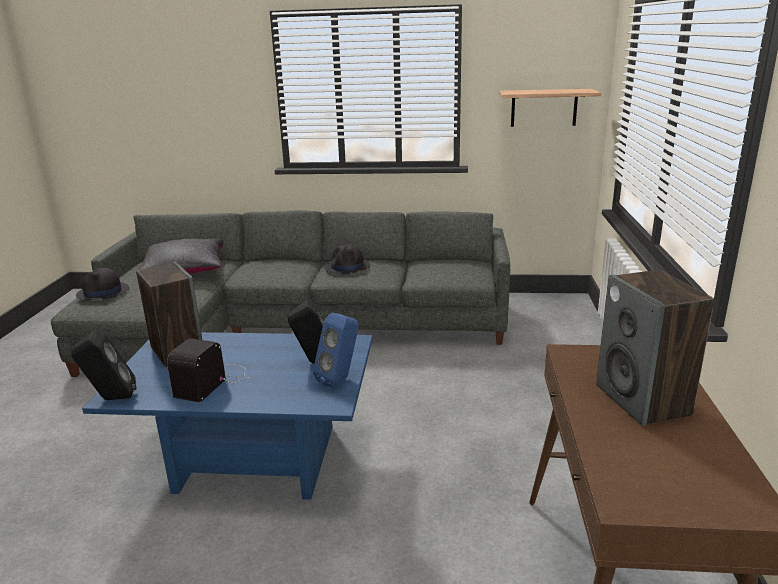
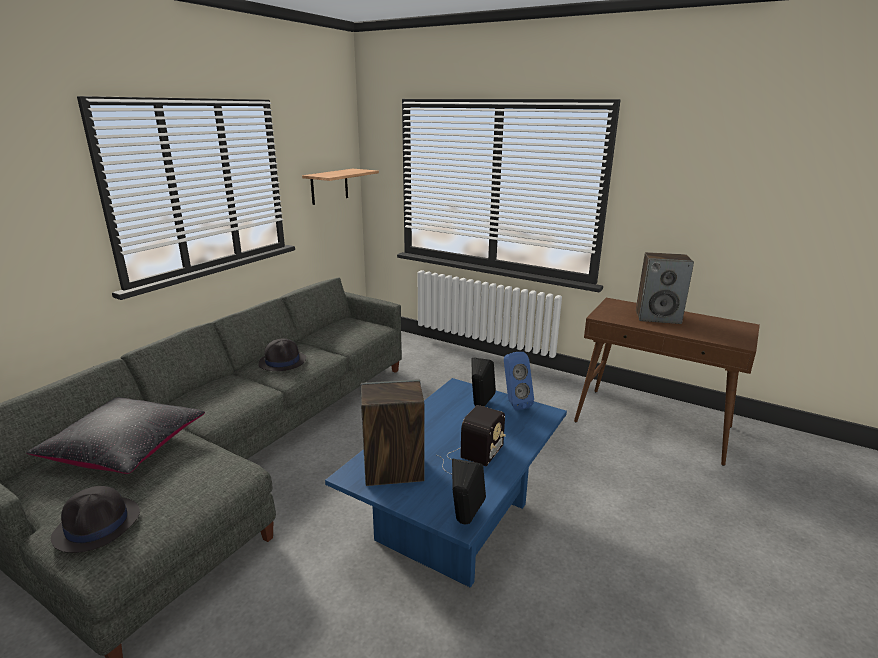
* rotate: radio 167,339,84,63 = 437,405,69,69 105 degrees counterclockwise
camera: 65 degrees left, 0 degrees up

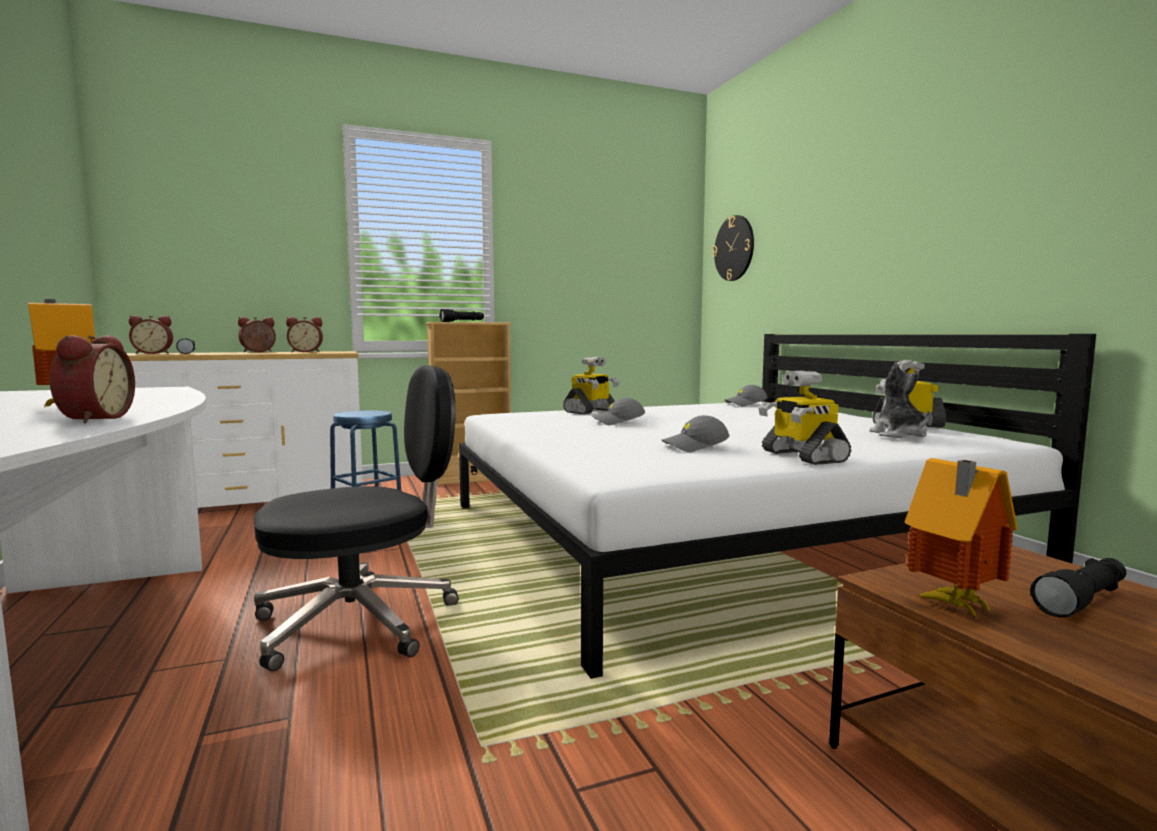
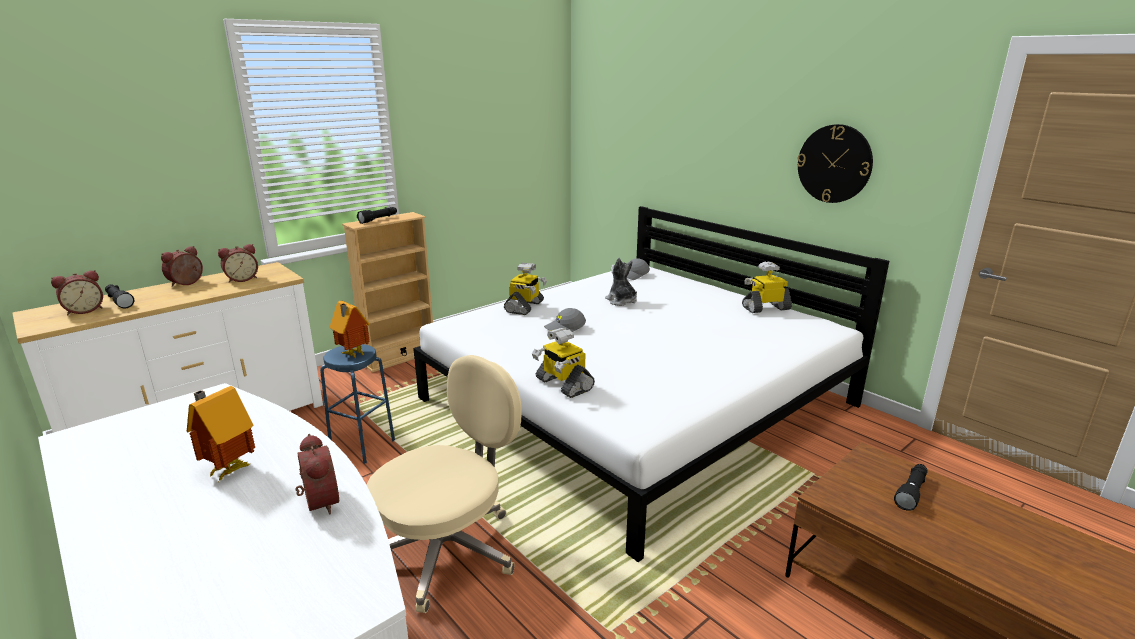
* delete: casquette (gris) 662,415,68,37
* move: horloge murale 713,215,41,66 to 797,124,76,79
* move: robot jouet 758,371,93,94 to 532,328,63,70
* move: peluche 869,362,60,76 to 605,258,32,48
* move: maison miniature 904,458,114,161 to 330,301,40,57
* recolor: chaise de bureau (noir) 254,365,205,306 to chaise de bureau (beige) 367,355,155,258
camera: 20 degrees left, 15 degrees up

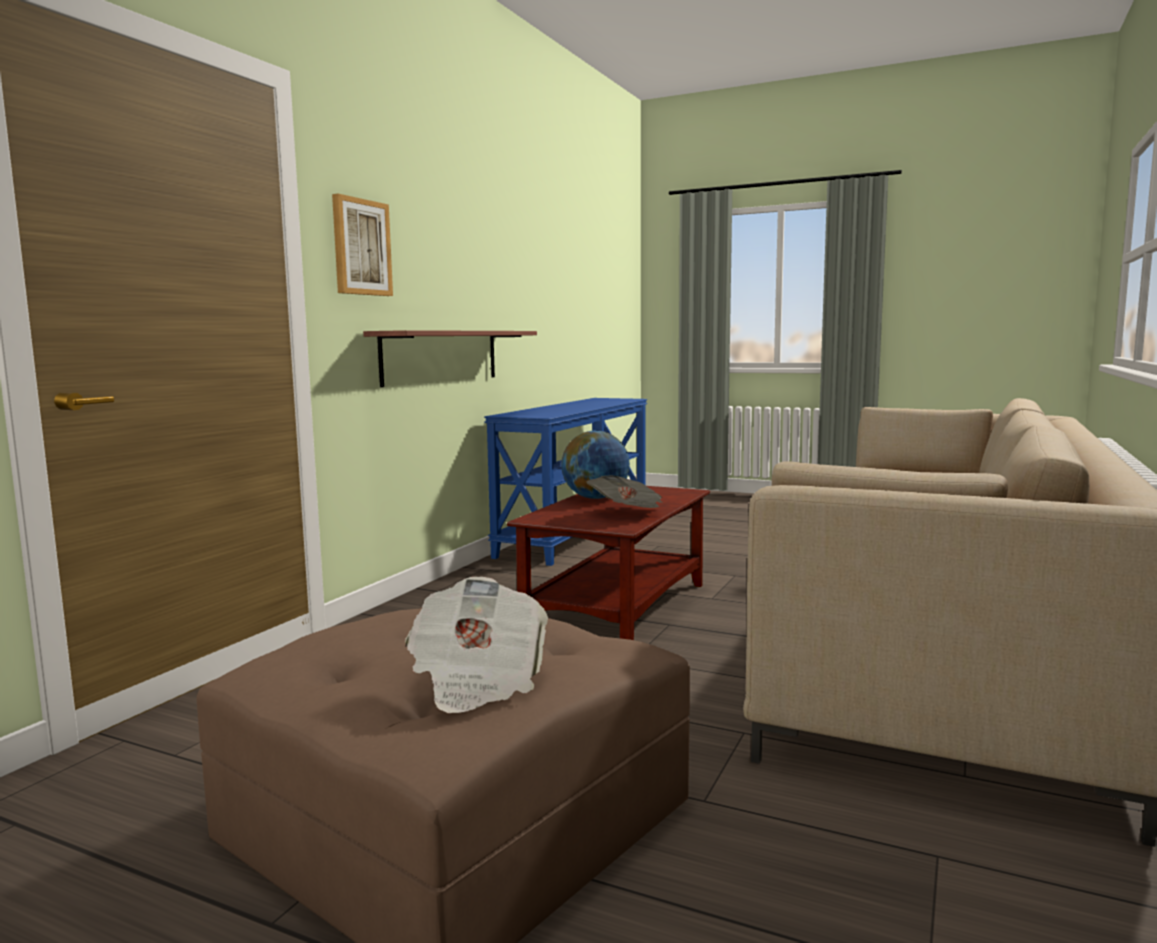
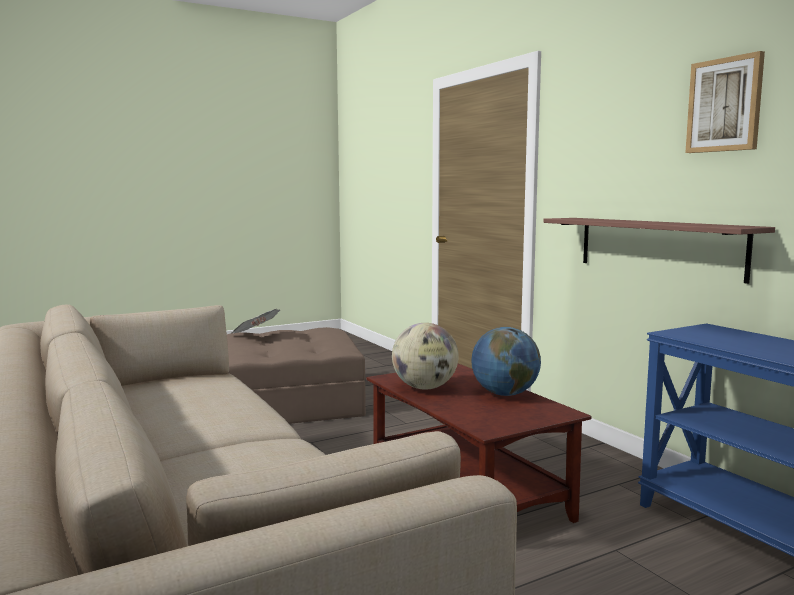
* move: tableau 332,194,61,102 to 685,51,80,102
* replace: journal 586,476,77,32 to globe 392,323,66,67
camera: 125 degrees right, 0 degrees up

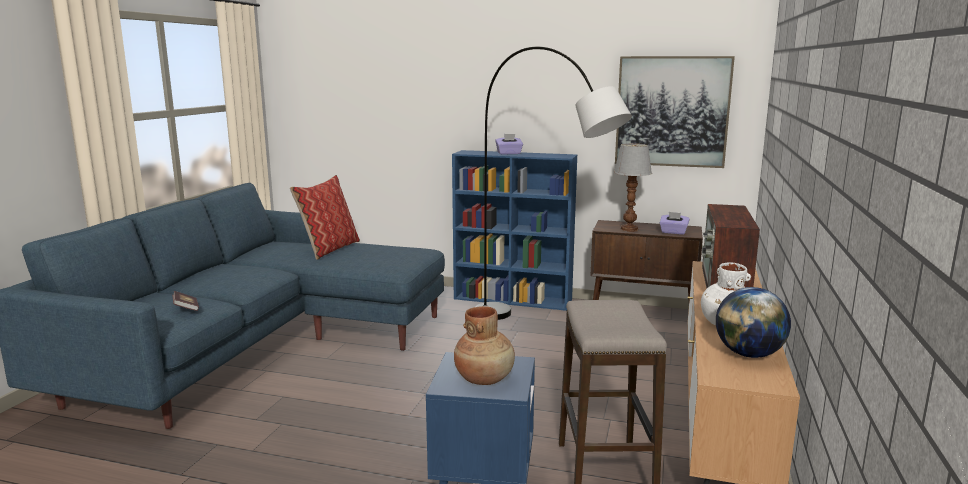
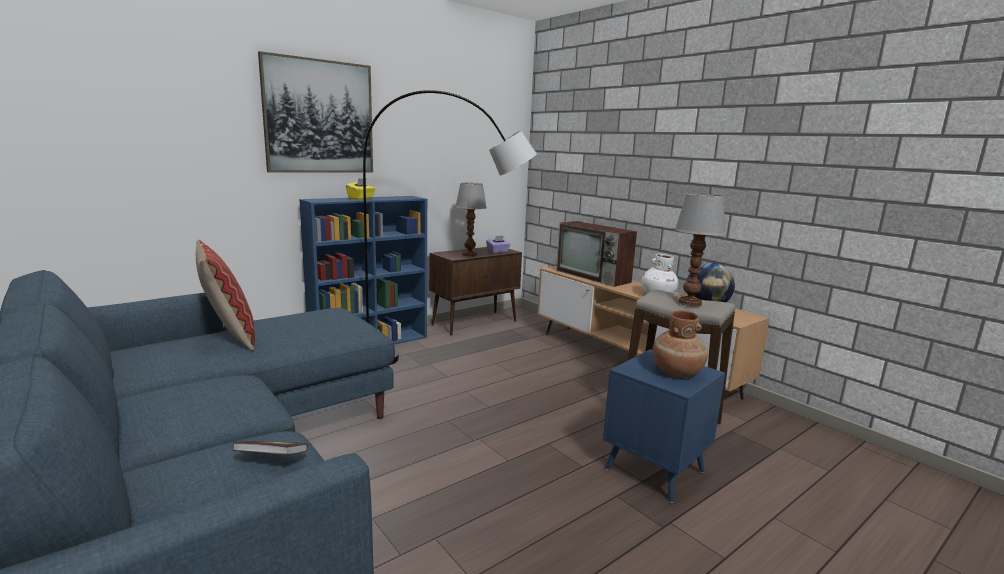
* insert: lampe de table 675,193,51,114
* move: tableau 615,56,120,112 to 258,51,115,121
* recolor: boîte à mouchoirs (violet) 495,134,28,21 to boîte à mouchoirs (jaune) 346,178,29,22
camera: 55 degrees left, 0 degrees up

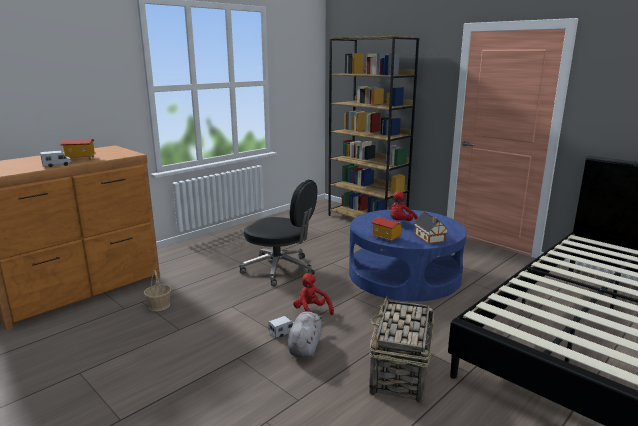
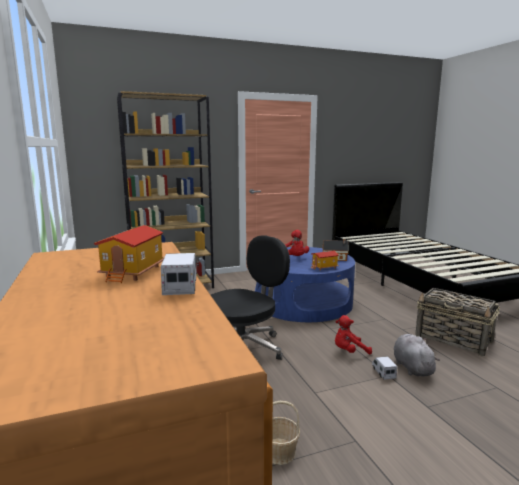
* rotate: peluche (gris) 287,311,35,46 = 394,334,46,42 45 degrees clockwise
camera: 65 degrees left, 5 degrees down

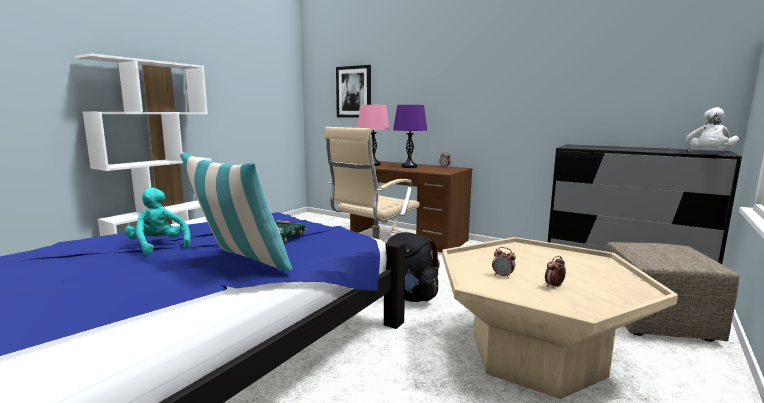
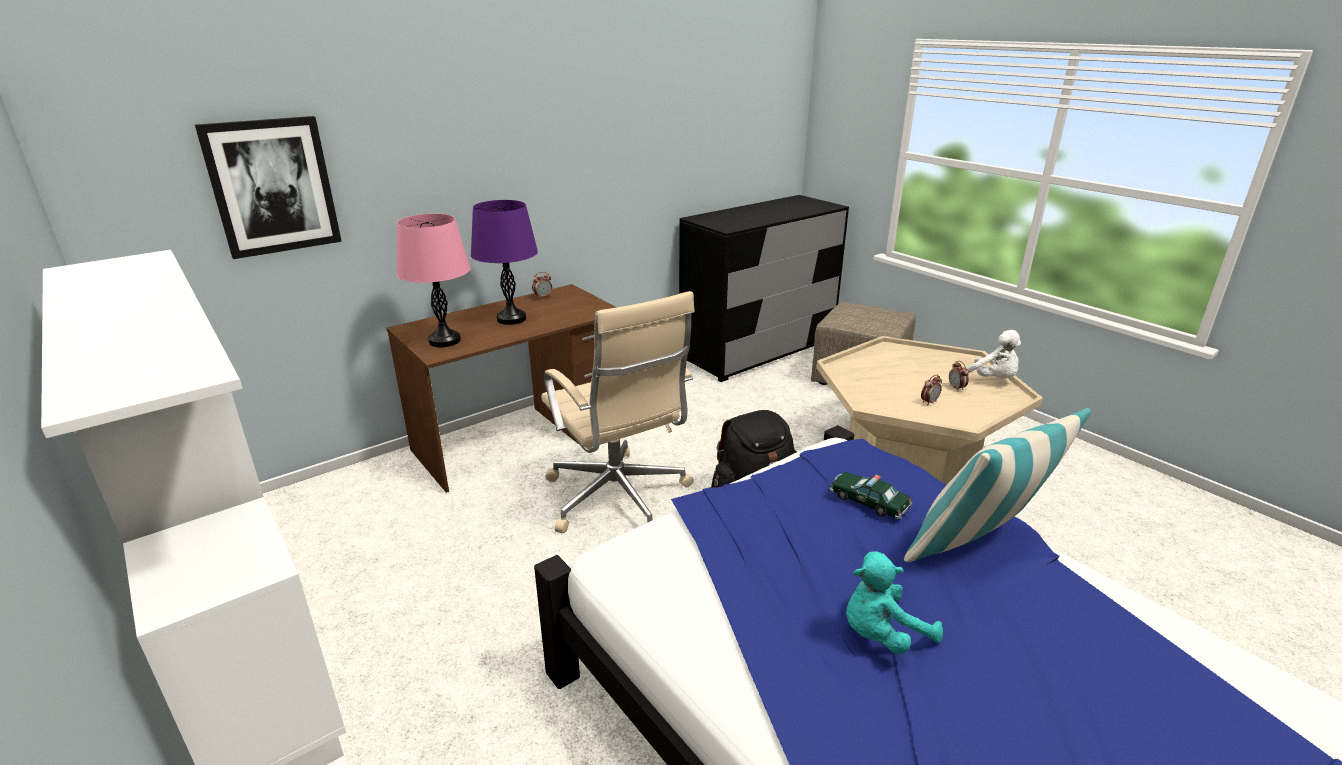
* move: peluche (blanc) 686,107,53,45 to 963,330,58,48
camera: 70 degrees left, 15 degrees up

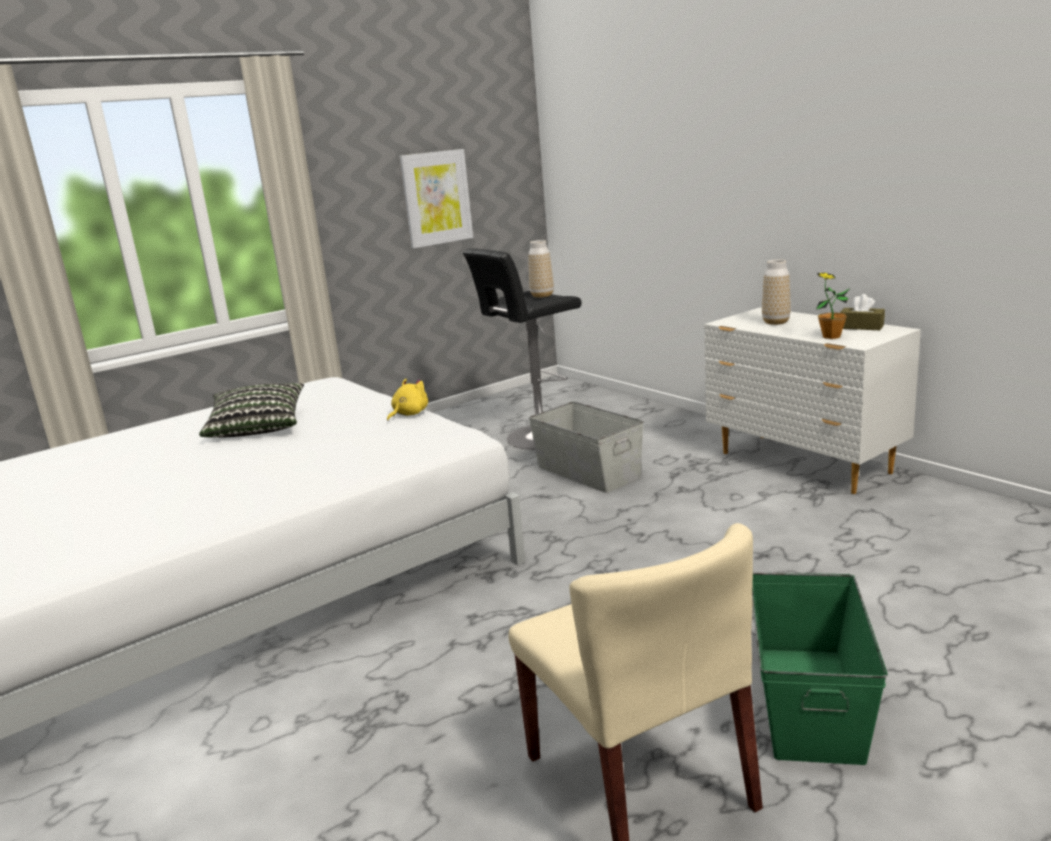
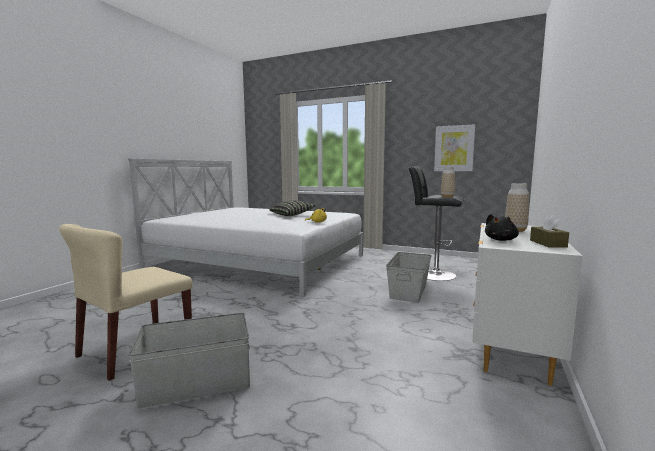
* replace: plante en pot 816,273,34,66 to peluche (noir) 485,214,34,27
* recolor: boîte de rangement (vert) 752,572,136,193 to boîte de rangement (gris) 128,313,122,96
camera: 60 degrees right, 10 degrees down

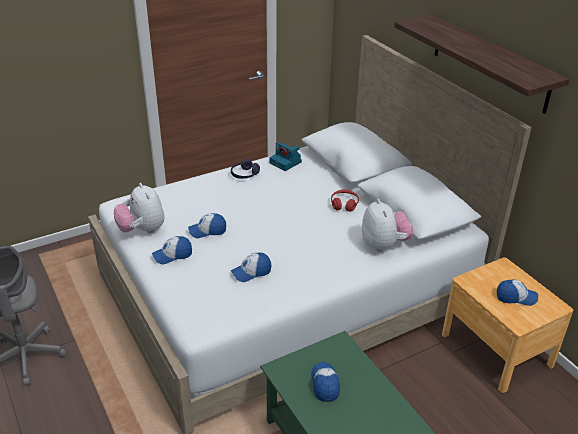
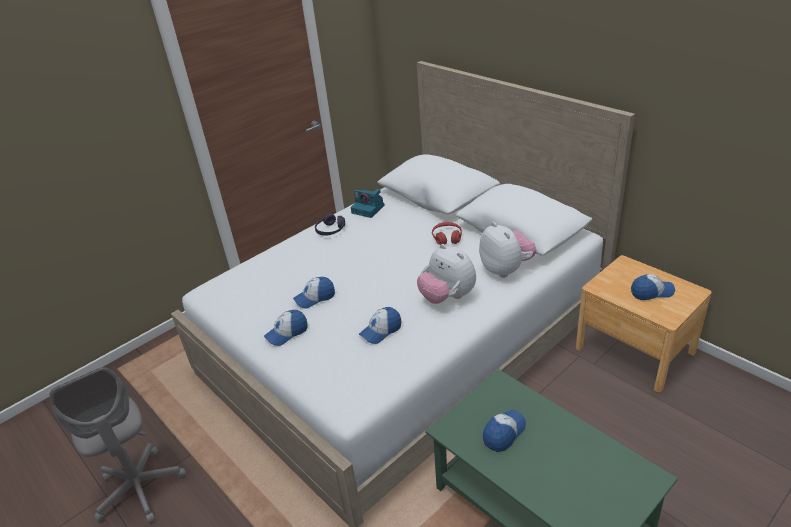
* delete: étagère 394,14,175,100
* move: peluche 114,183,50,50 to 417,244,59,60
* rotate: casquette 311,362,29,40 = 483,410,43,42 60 degrees clockwise
camera: 10 degrees left, 0 degrees up

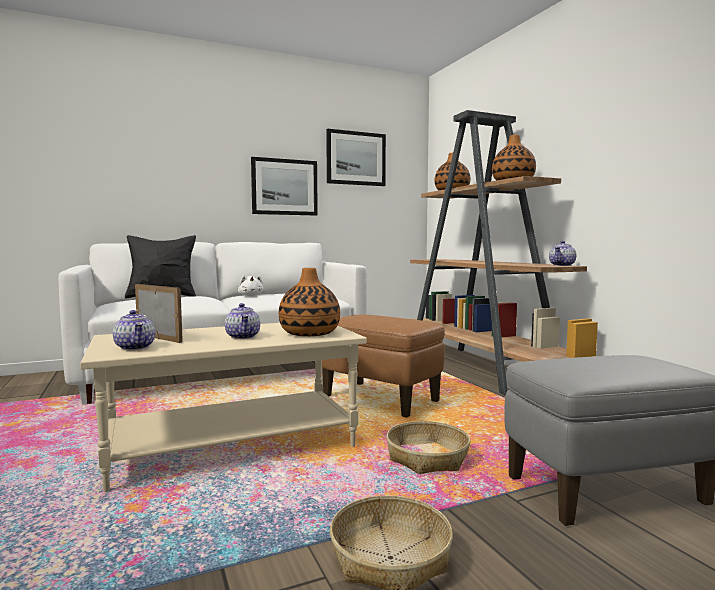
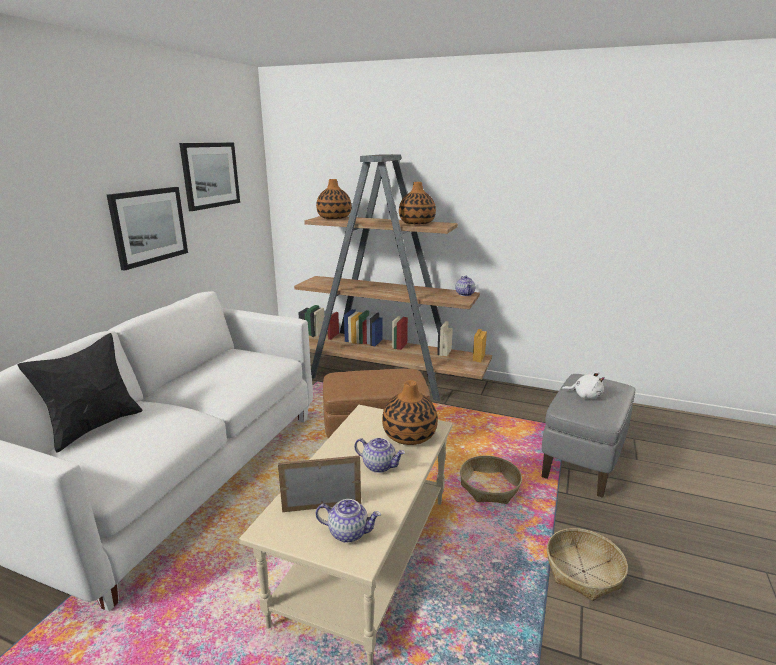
* move: peluche (blanc) 238,275,25,21 to 562,372,43,26
camera: 45 degrees left, 15 degrees up

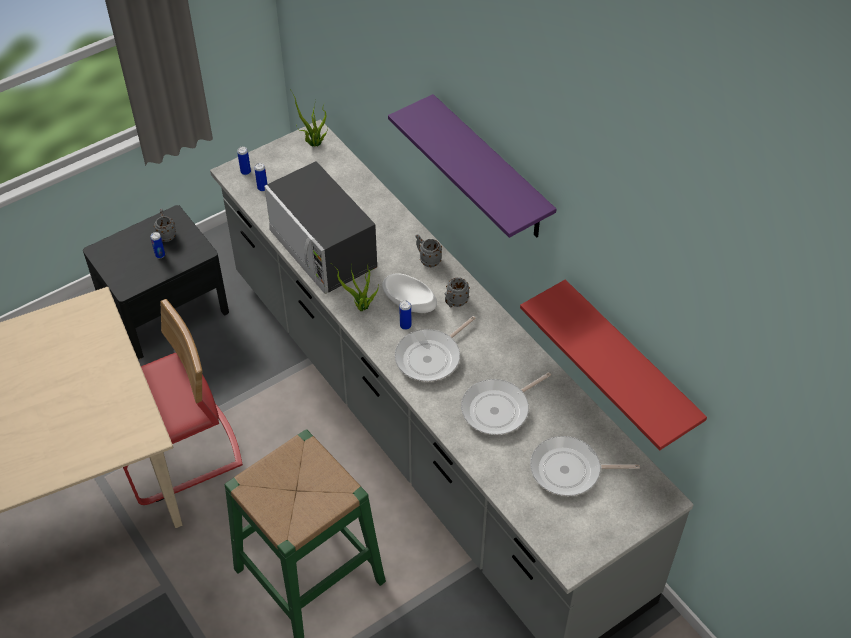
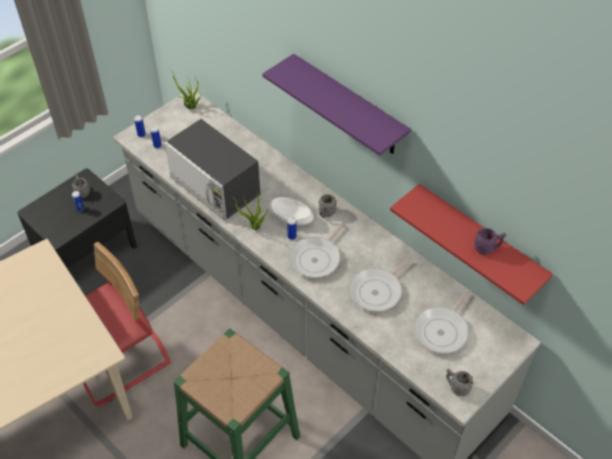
* insert: mug (violet) 474,228,32,27
* move: mug (gris) 416,234,26,33 to 446,369,28,27
* rotate: poêle 530,436,110,60 = 414,290,56,63 45 degrees counterclockwise
camera: 10 degrees left, 0 degrees up

